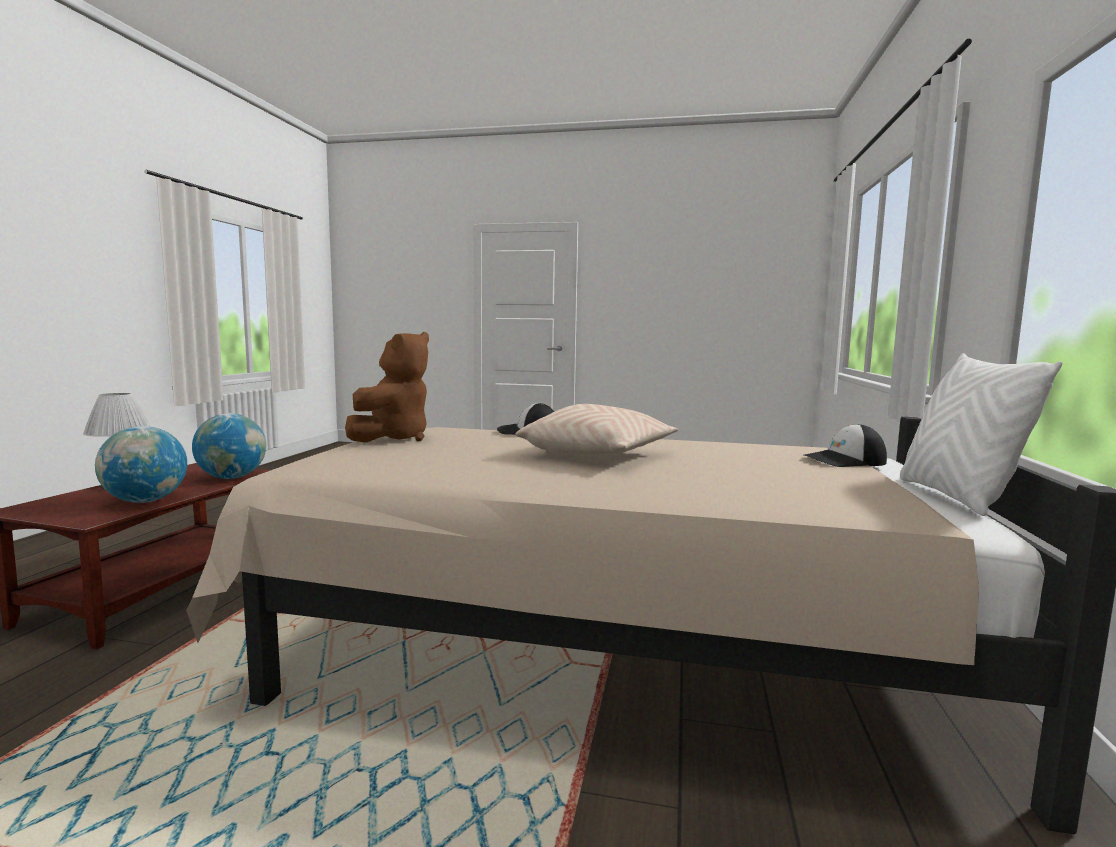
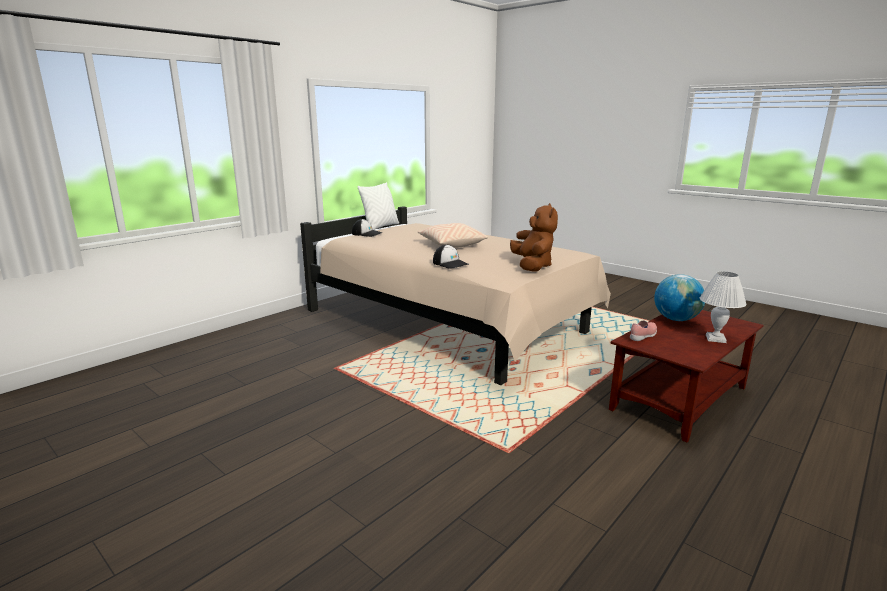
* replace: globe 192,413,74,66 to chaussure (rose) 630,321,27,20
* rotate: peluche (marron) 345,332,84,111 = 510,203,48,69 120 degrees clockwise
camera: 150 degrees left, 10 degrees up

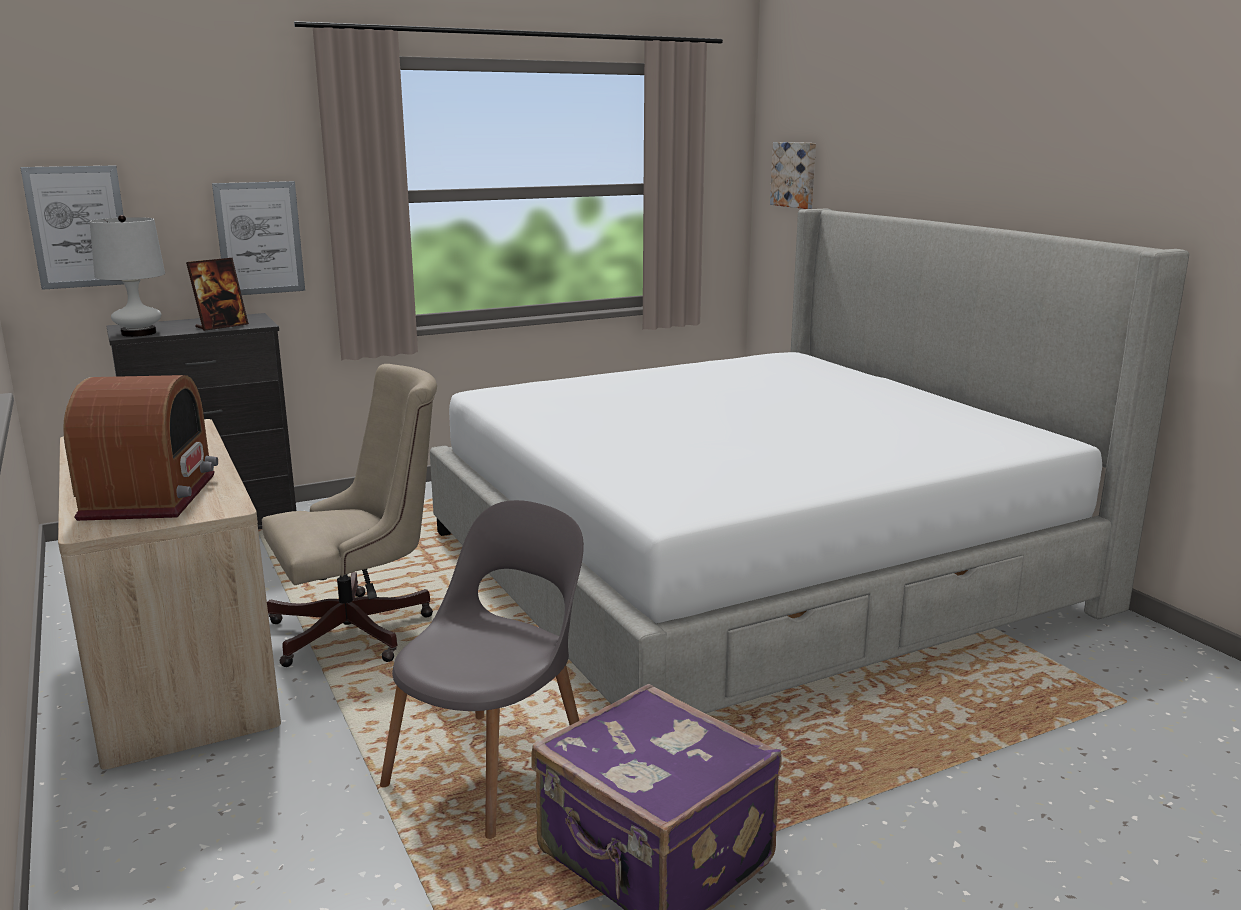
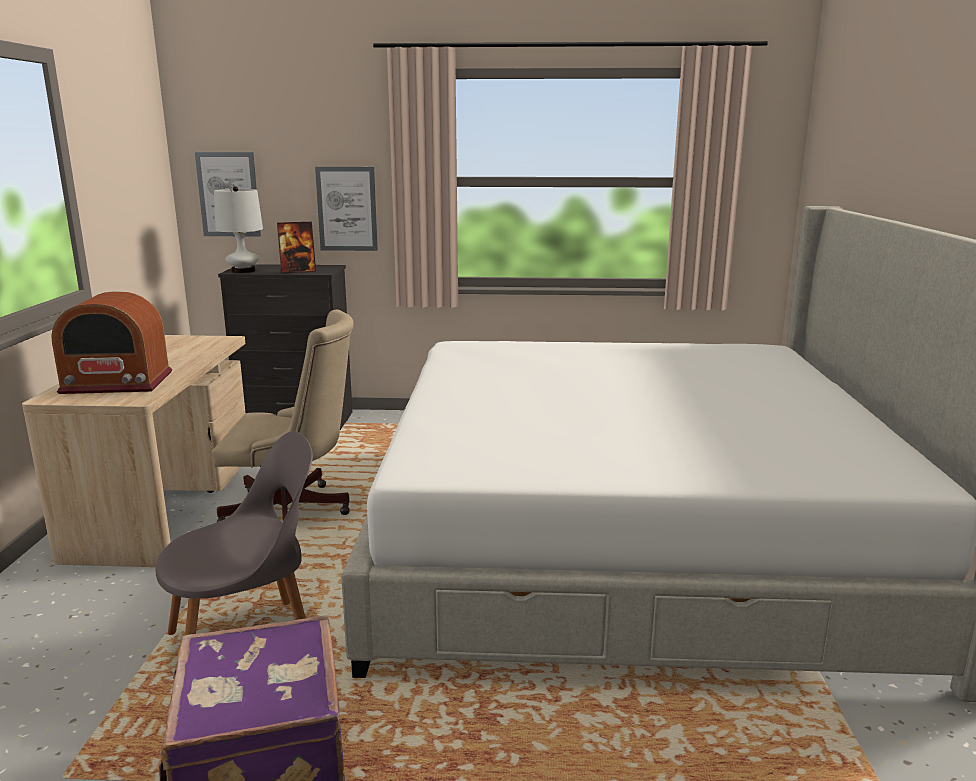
* delete: tableau 770,142,46,67
* rotate: radio 63,375,155,146 = 51,291,121,103 60 degrees clockwise
camera: 30 degrees right, 0 degrees up

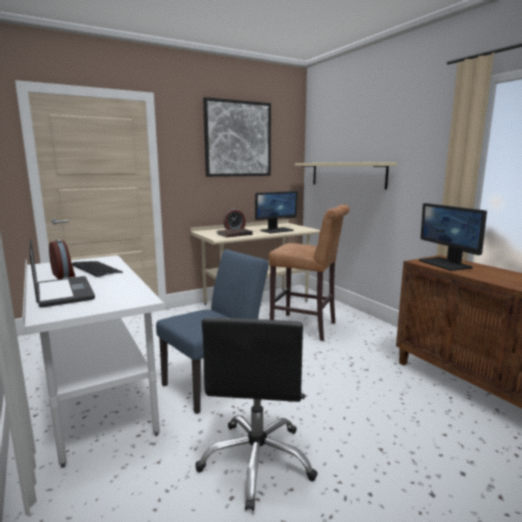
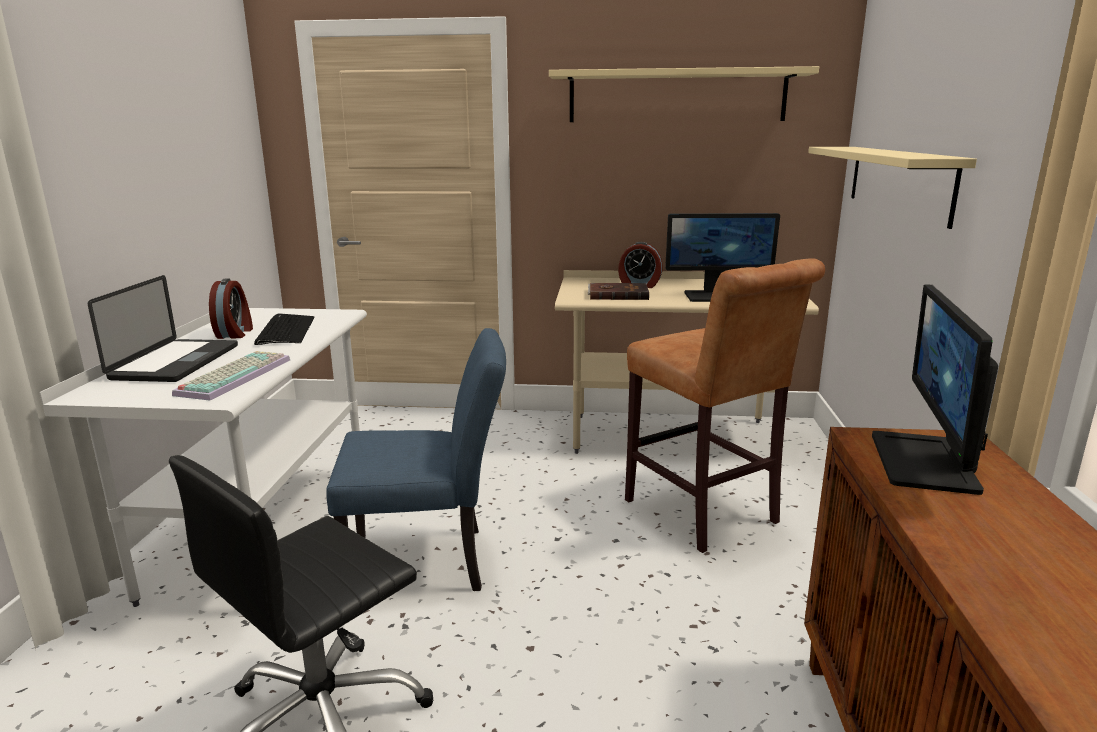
* insert: clavier 172,351,118,50
* replace: tableau 203,97,68,80 to étagère (beige) 549,66,270,56
camera: 35 degrees right, 5 degrees up

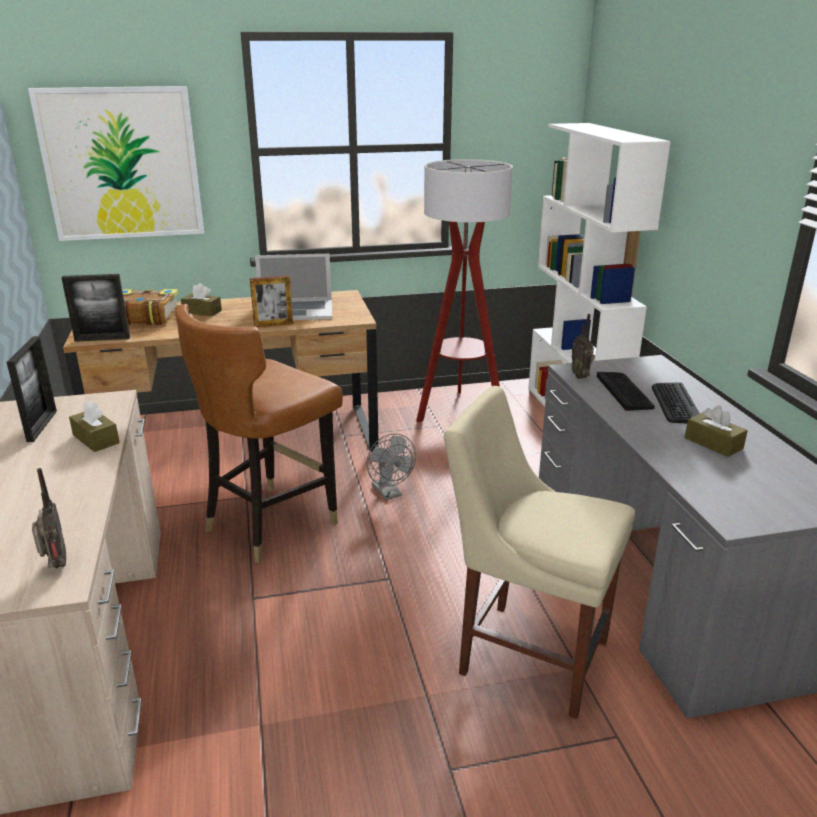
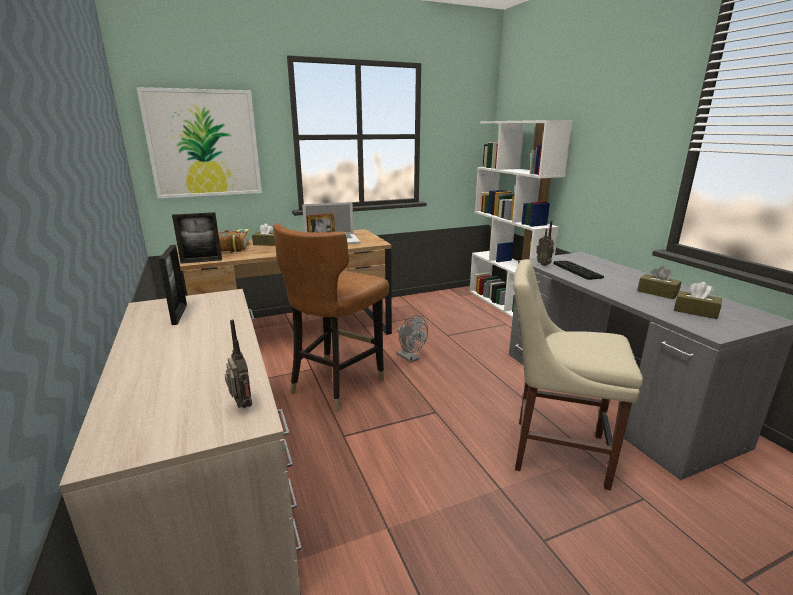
* delete: lampadaire 416,159,97,263
* delete: clavier 652,382,48,41
* move: boîte à mouchoirs (marron) 69,401,51,51 to 674,282,48,37
camera: 10 degrees left, 5 degrees down

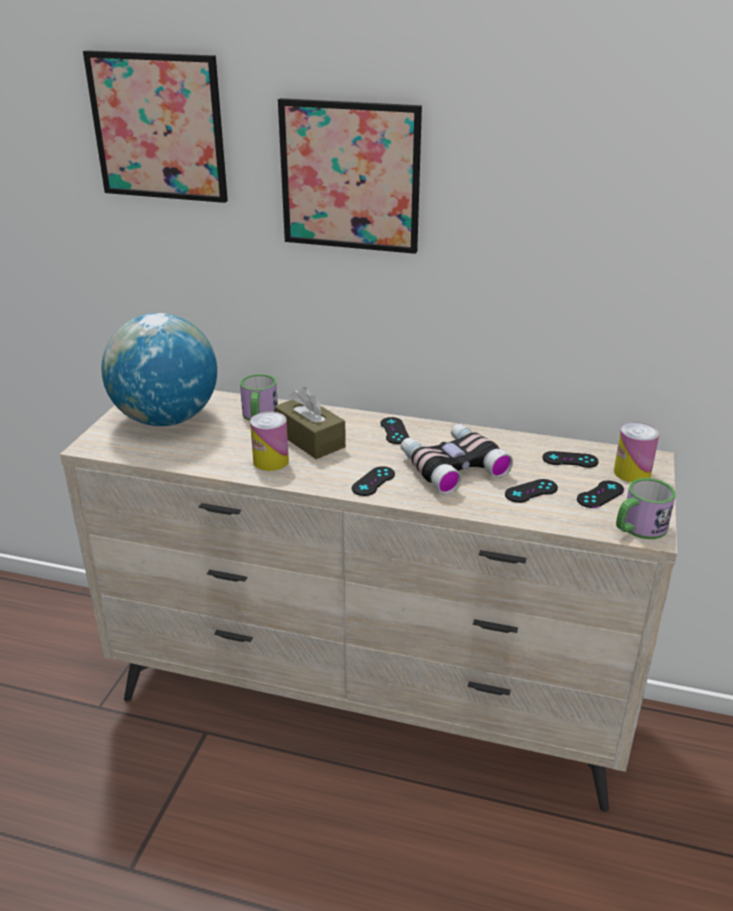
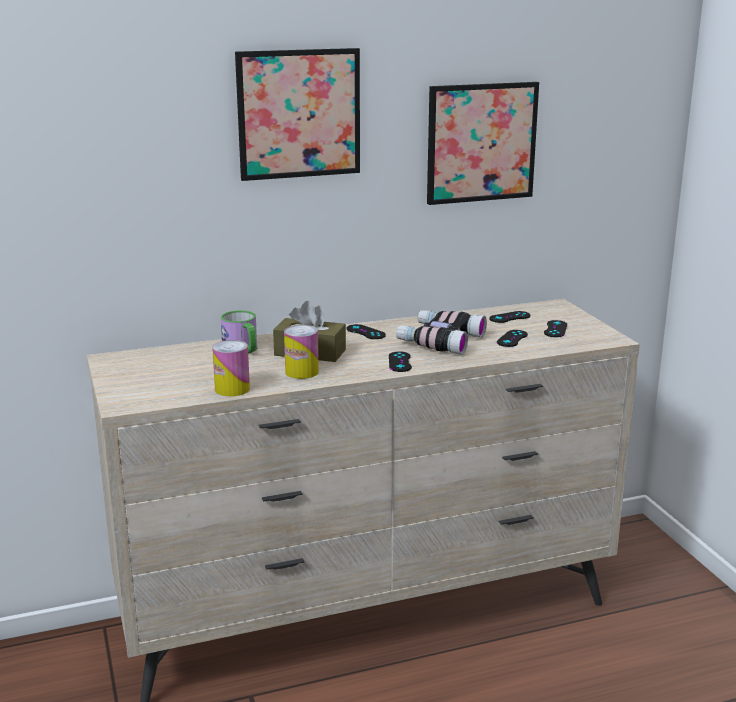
* delete: globe 101,313,116,113
* delete: mug 616,478,60,61
* move: tableau 83,50,145,153 to 427,82,112,123
* move: boîte métallique 614,422,45,60 to 212,340,38,56
camera: 35 degrees left, 10 degrees down

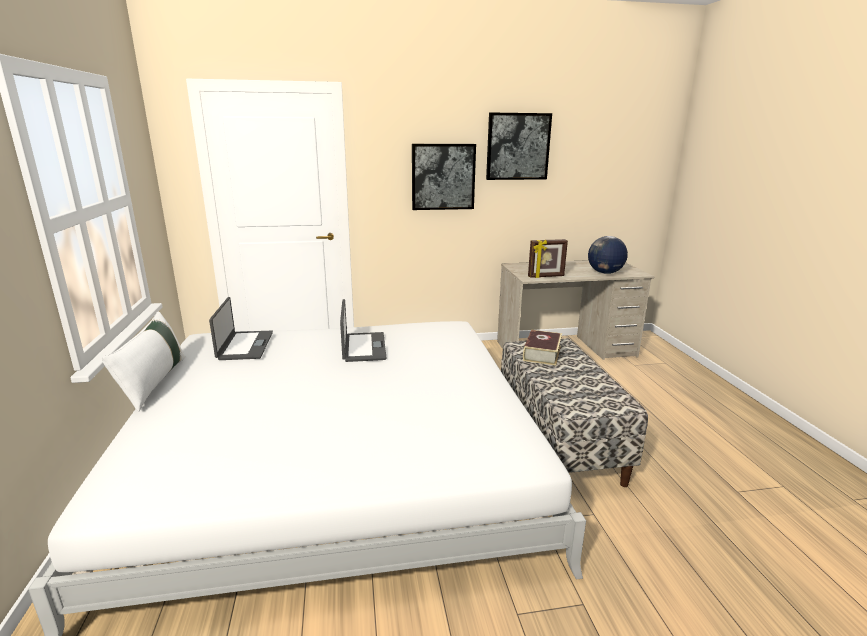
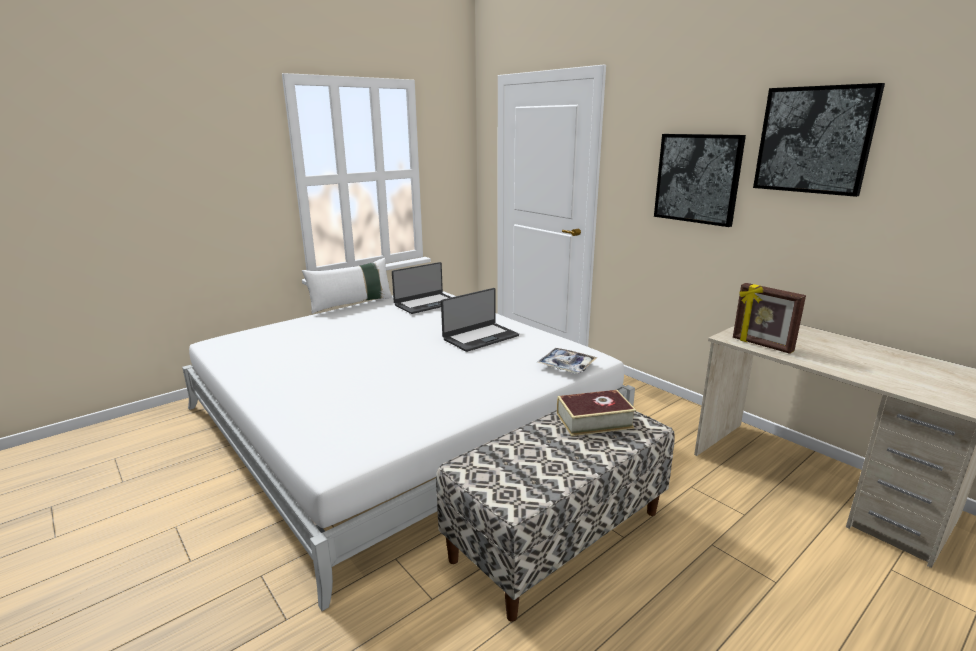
* delete: globe 588,236,40,38
* insert: plateau 537,348,61,26
camera: 60 degrees right, 0 degrees up

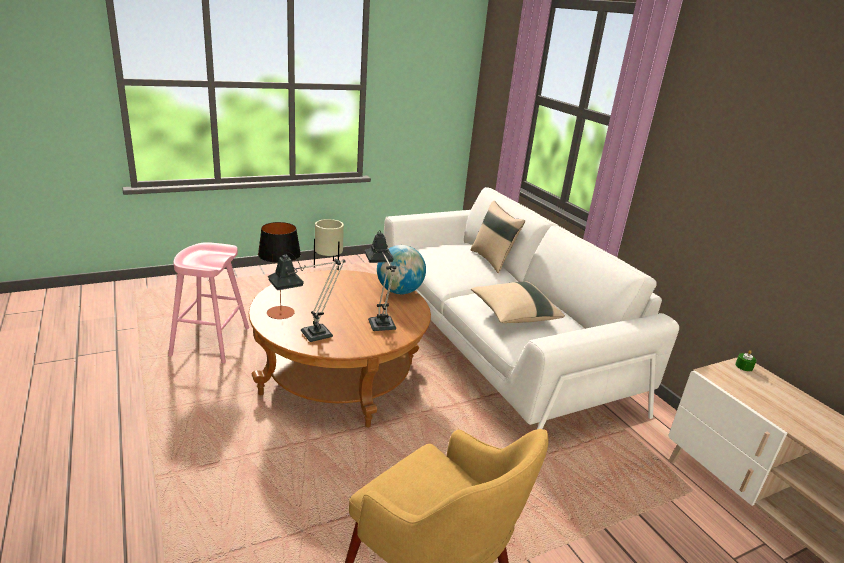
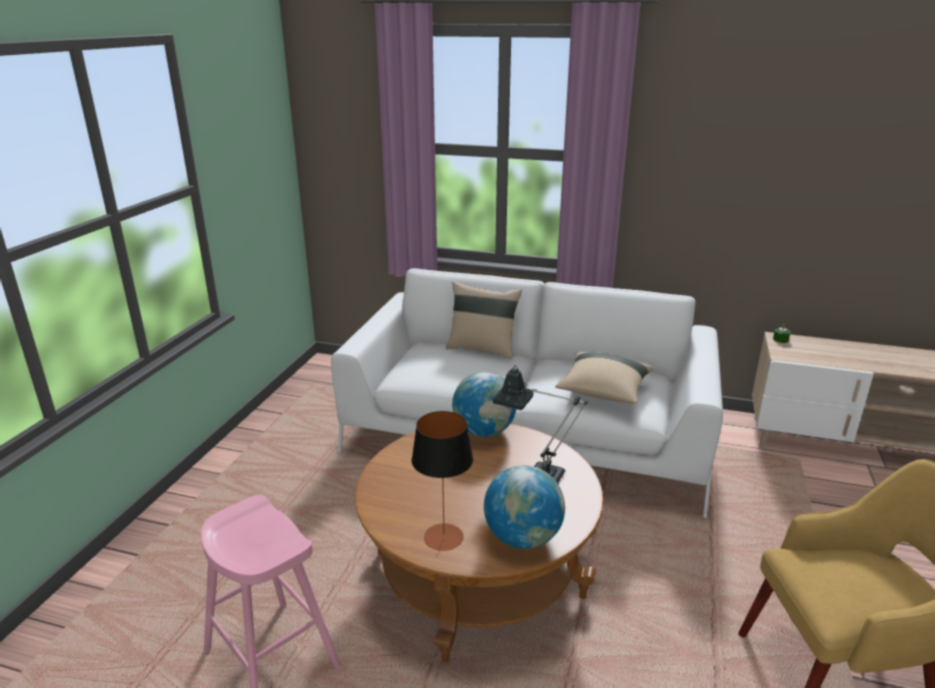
* delete: cache-pot (beige) 314,219,30,51
* replace: lampe de table 268,252,78,90 to globe 484,465,81,84
camera: 45 degrees left, 0 degrees up

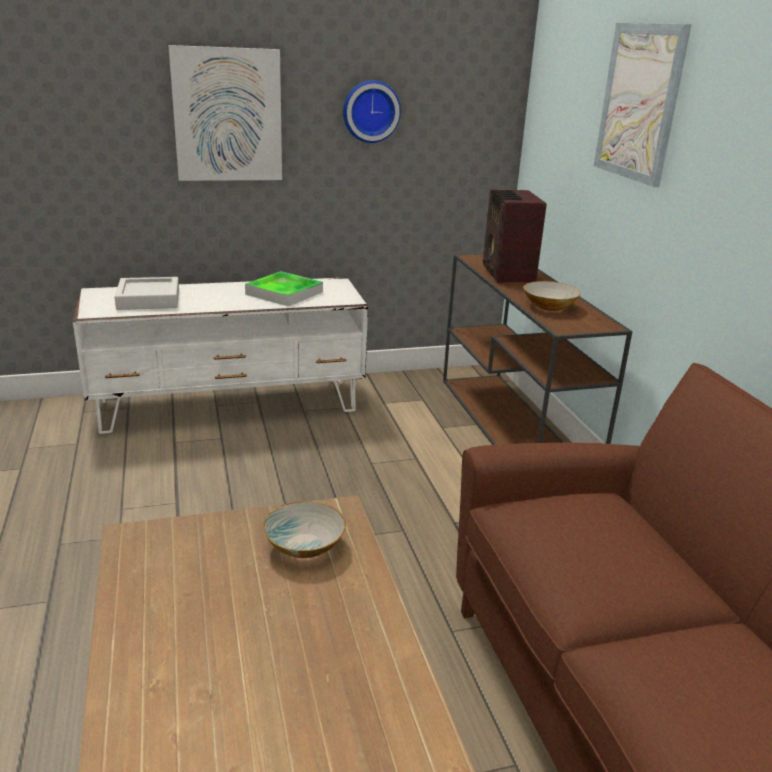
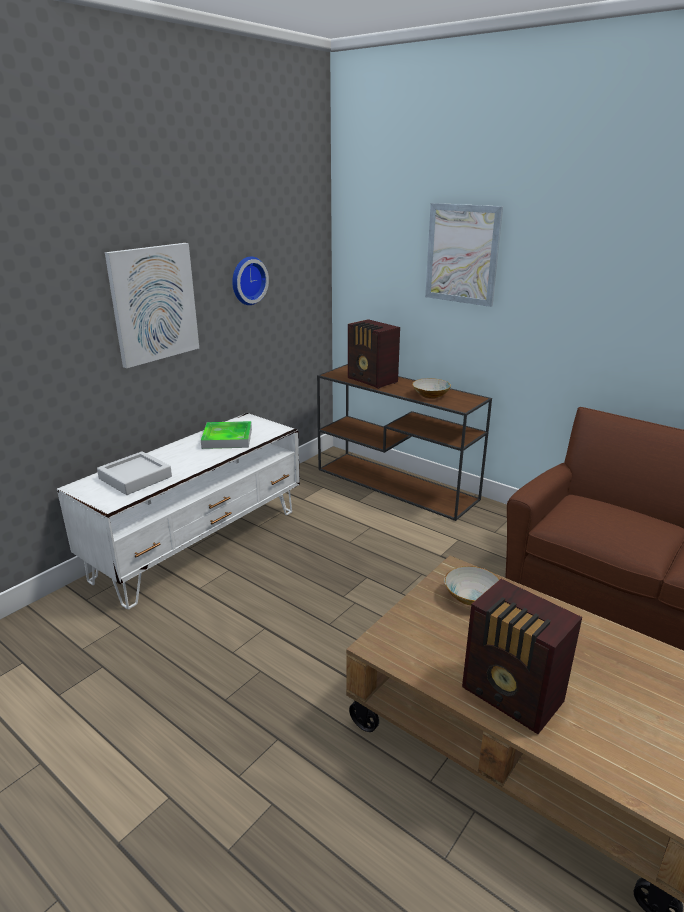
* insert: radio 462,579,120,155
camera: 35 degrees left, 0 degrees up

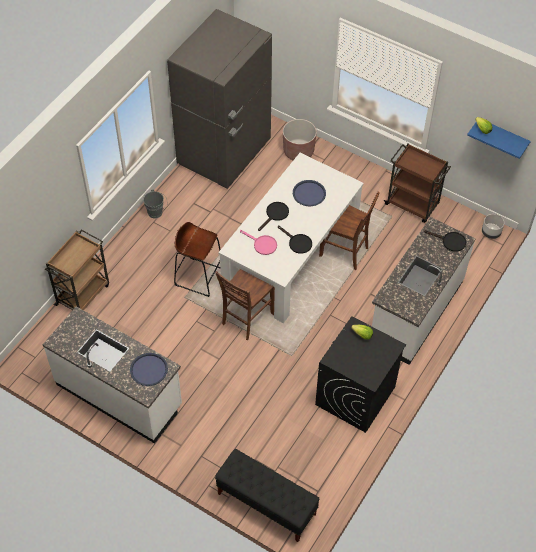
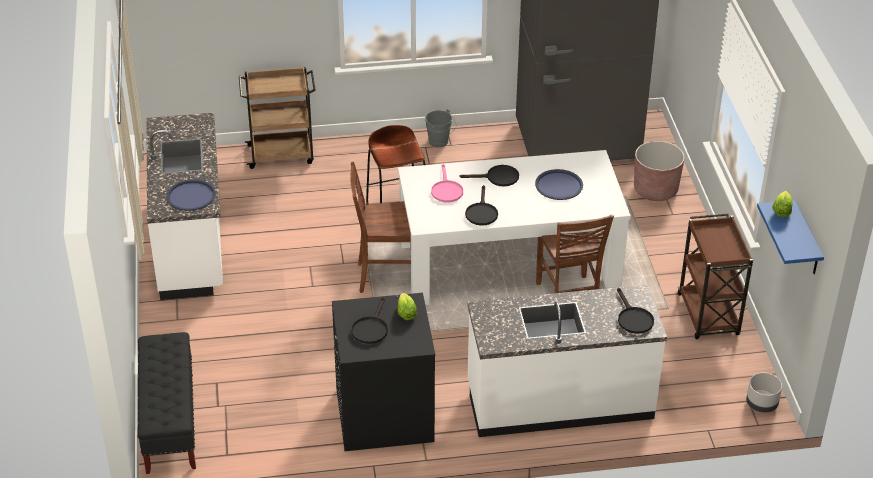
* insert: poêle (noir) 351,297,37,47
camera: 50 degrees right, 15 degrees down

